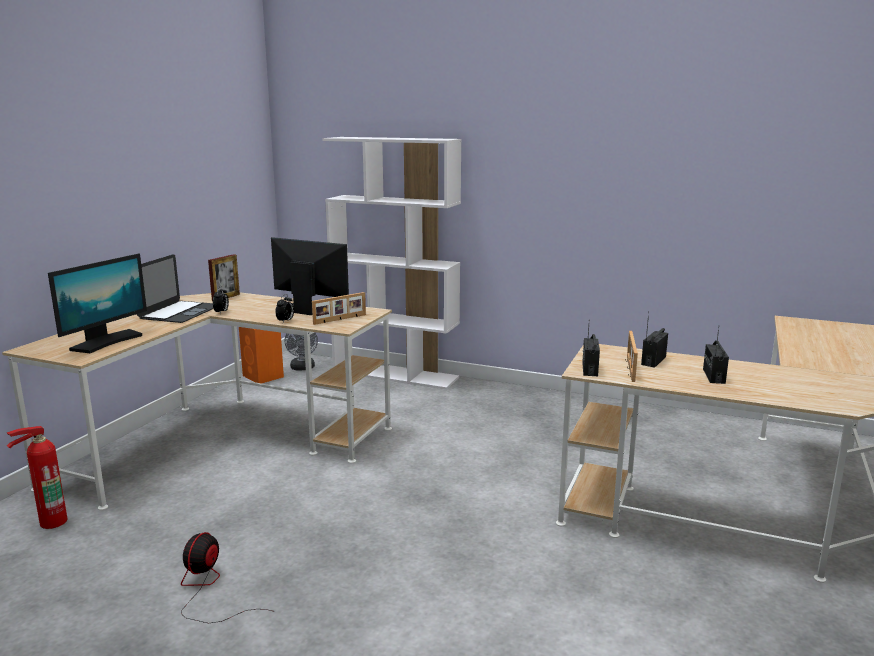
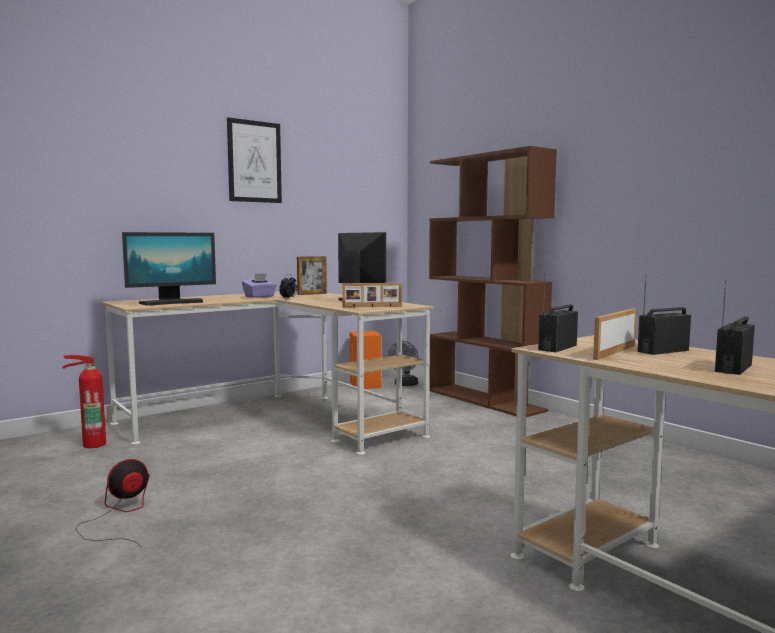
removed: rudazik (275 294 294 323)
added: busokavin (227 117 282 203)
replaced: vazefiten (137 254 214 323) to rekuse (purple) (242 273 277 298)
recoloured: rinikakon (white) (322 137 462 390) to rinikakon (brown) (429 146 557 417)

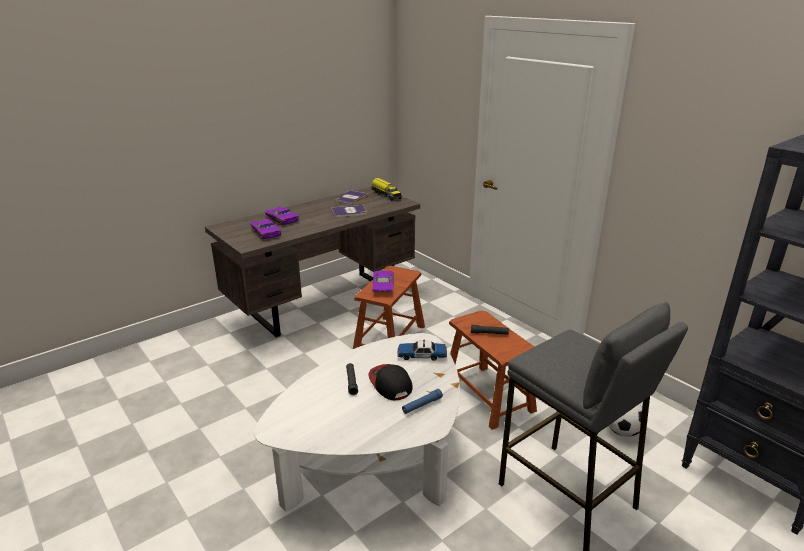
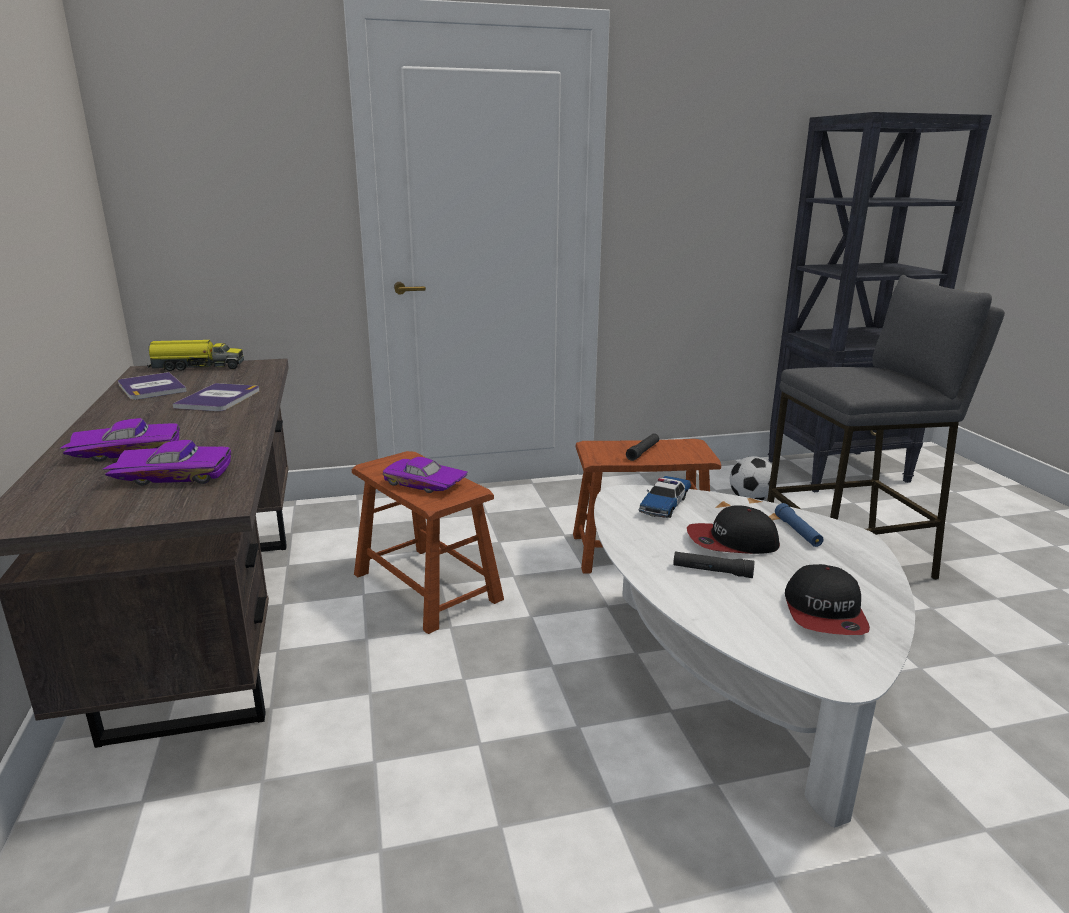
added: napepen (785 564 870 635)

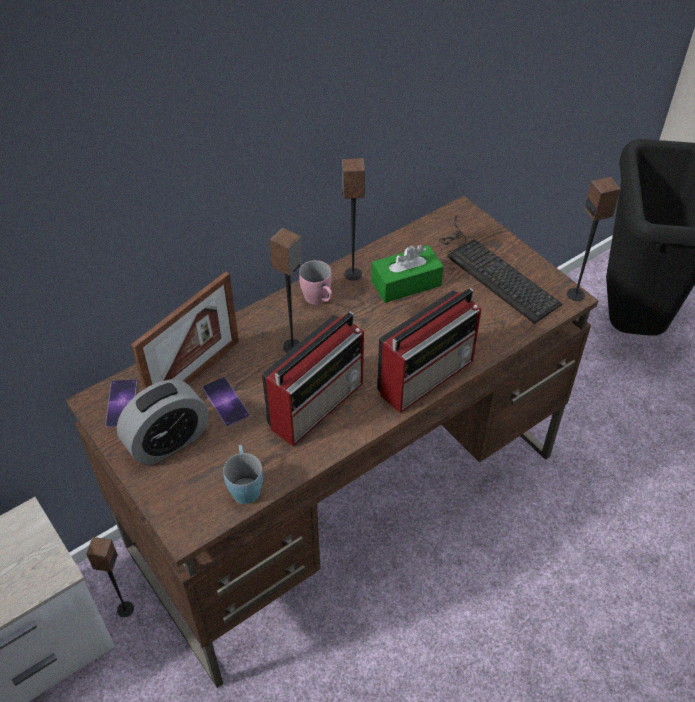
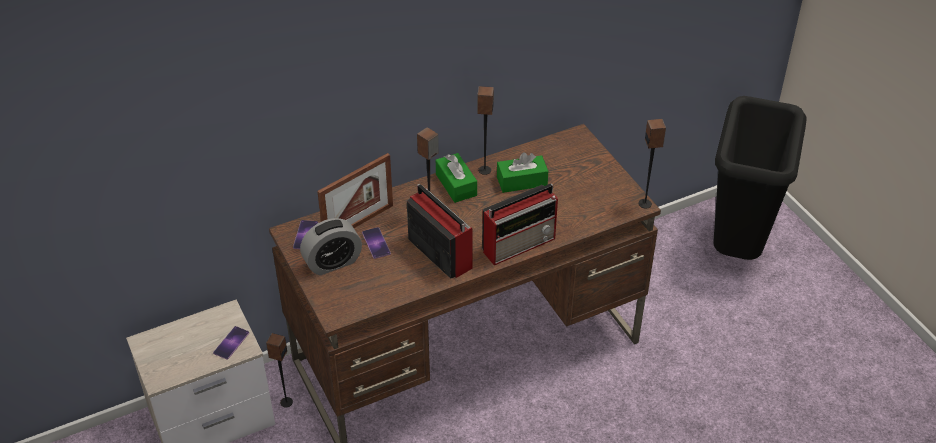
removed: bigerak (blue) (223 445 263 504); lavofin (439 215 562 324)
added: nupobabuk (213 326 249 359)
replaced: bigerak (pink) (299 260 332 305) to rekuse (green) (436 153 477 203)
turned: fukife (262 312 364 446) = (407 184 473 279) 90 degrees counterclockwise

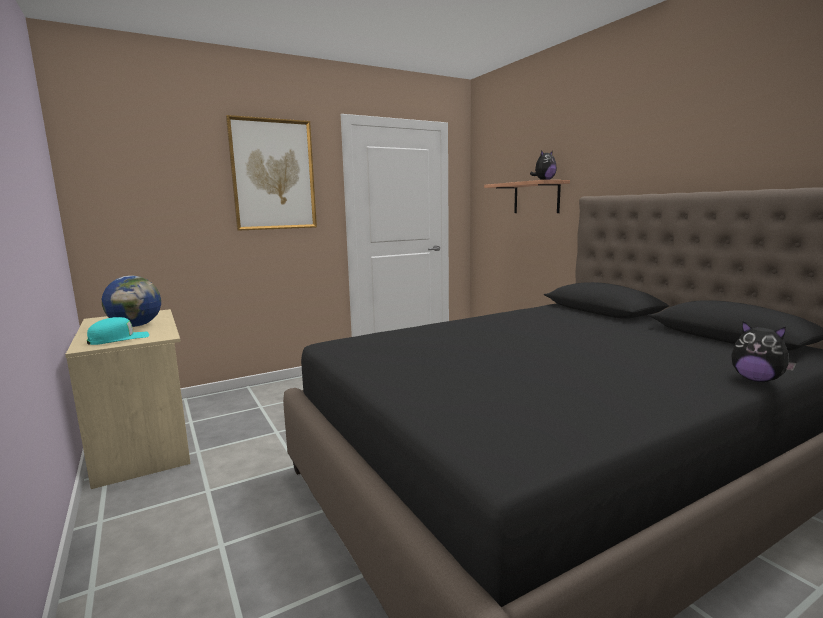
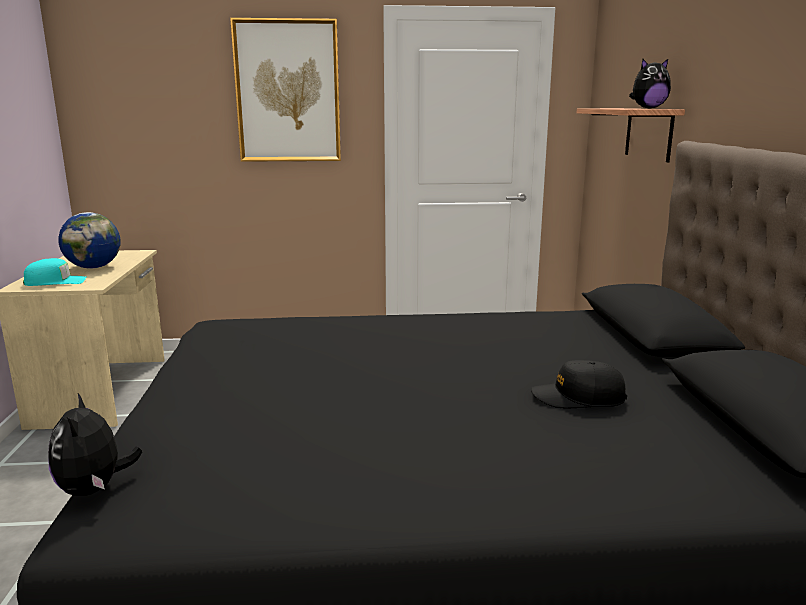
added: napepen (black) (531 360 627 409)
moved: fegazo (731 321 796 382) to (48 394 142 496)

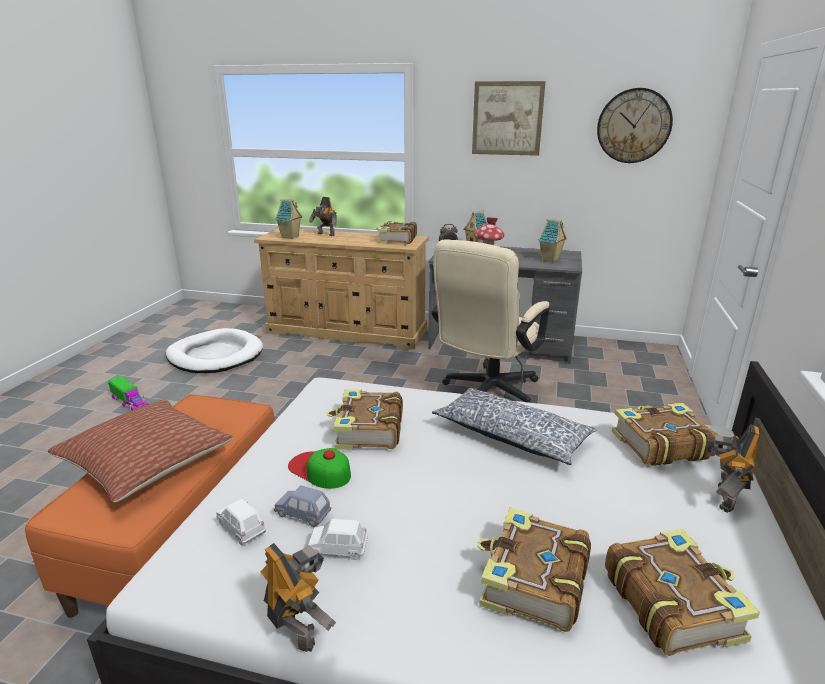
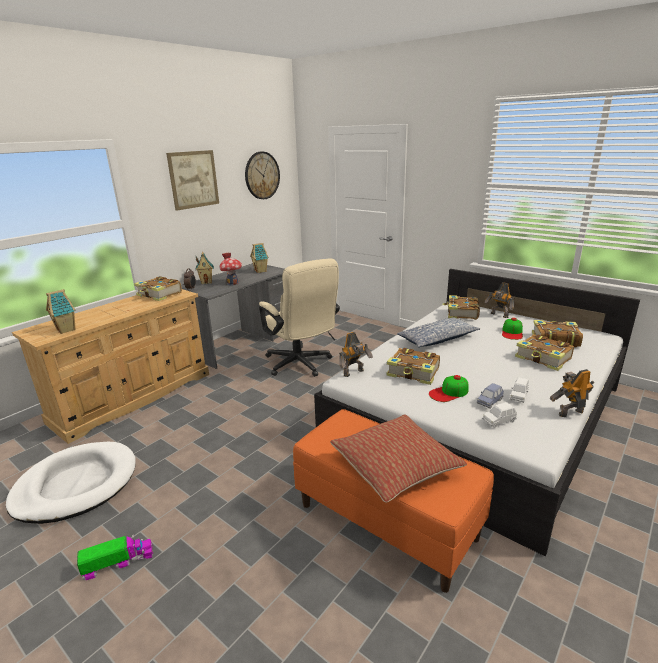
added: napepen (502 318 523 340)
moved: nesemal (309 197 337 236) to (339 332 373 377)

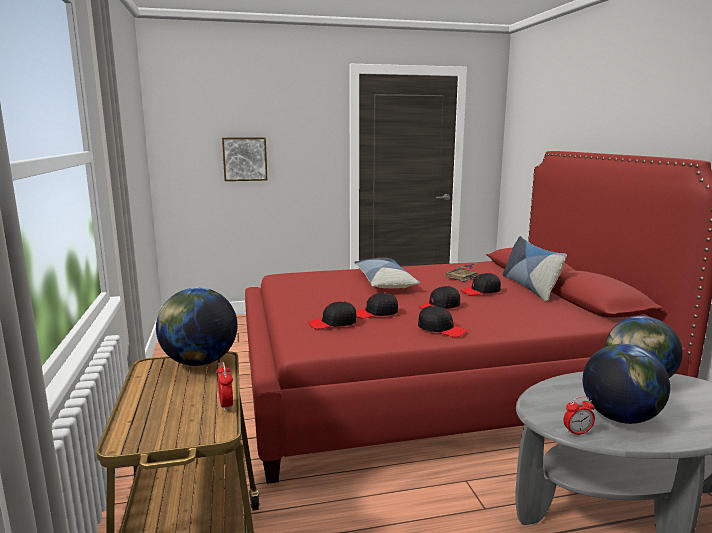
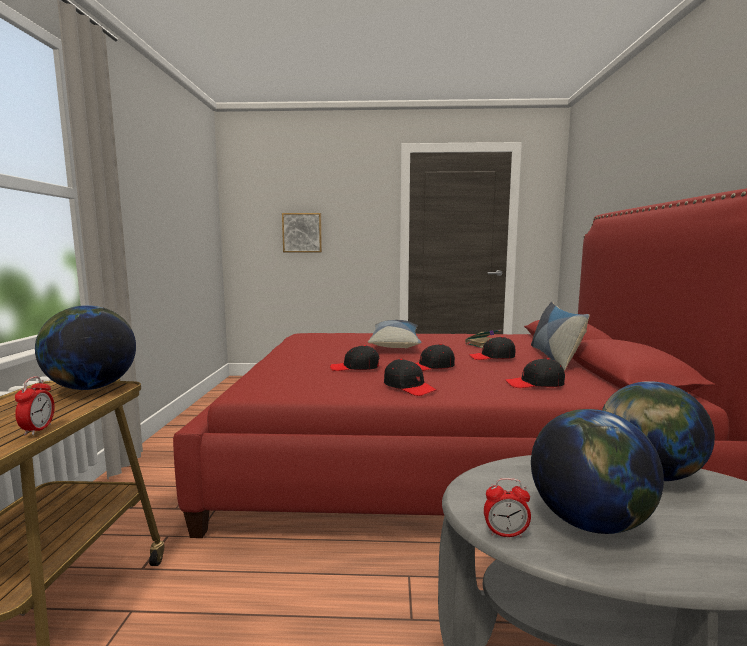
moved: napepen (black) (308 301 356 329) to (505 358 565 388)

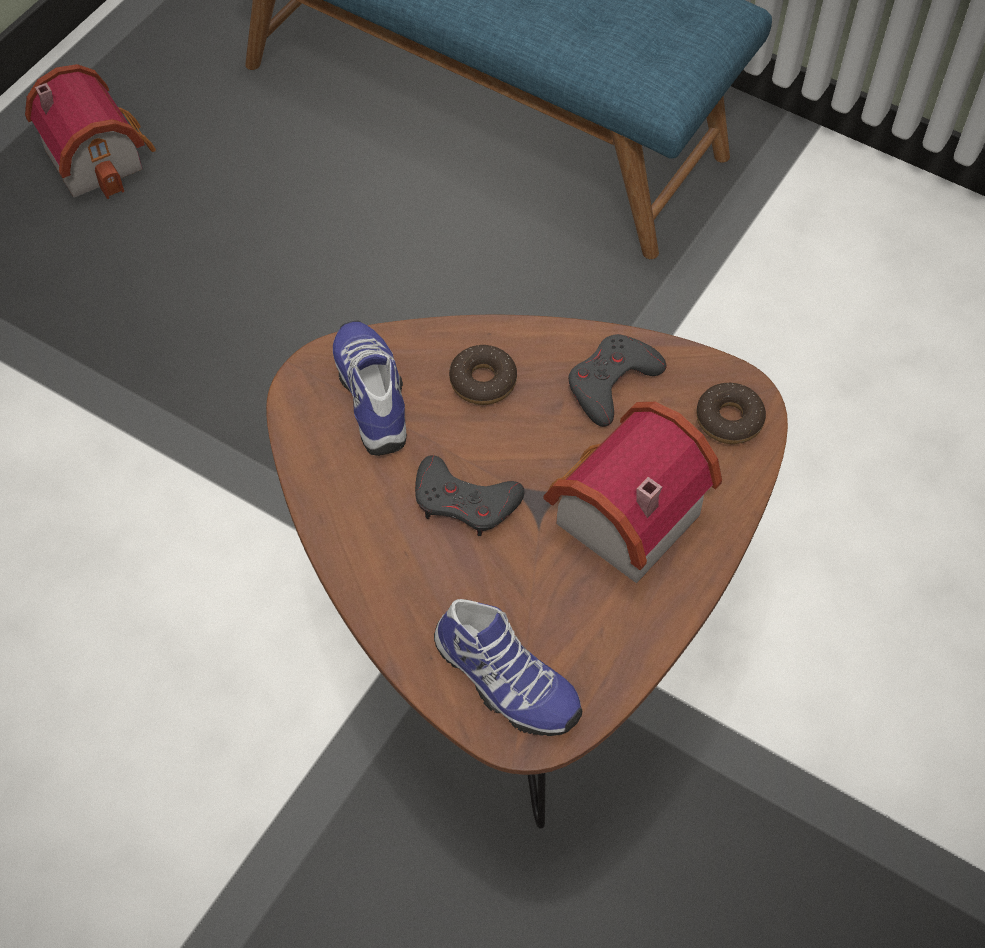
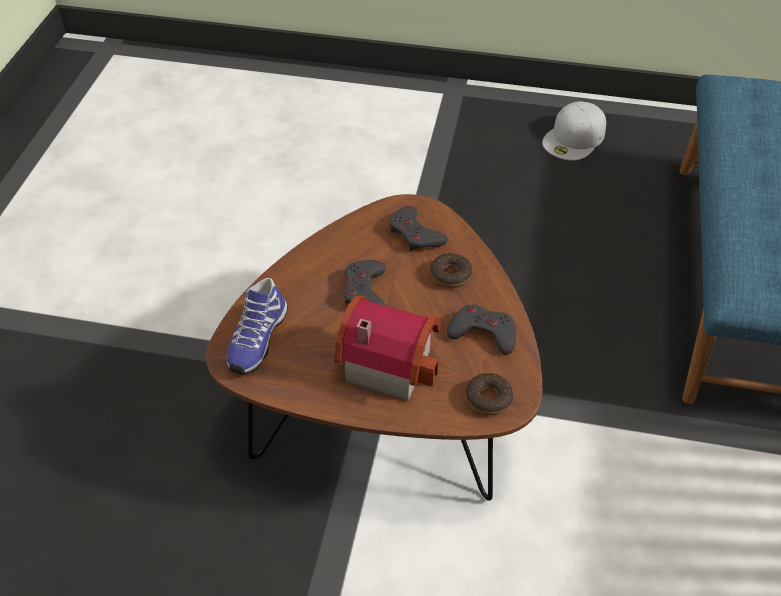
replaced: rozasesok (25 64 156 199) to napepen (white) (542 101 606 161); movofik (333 320 407 456) to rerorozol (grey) (389 206 448 251)

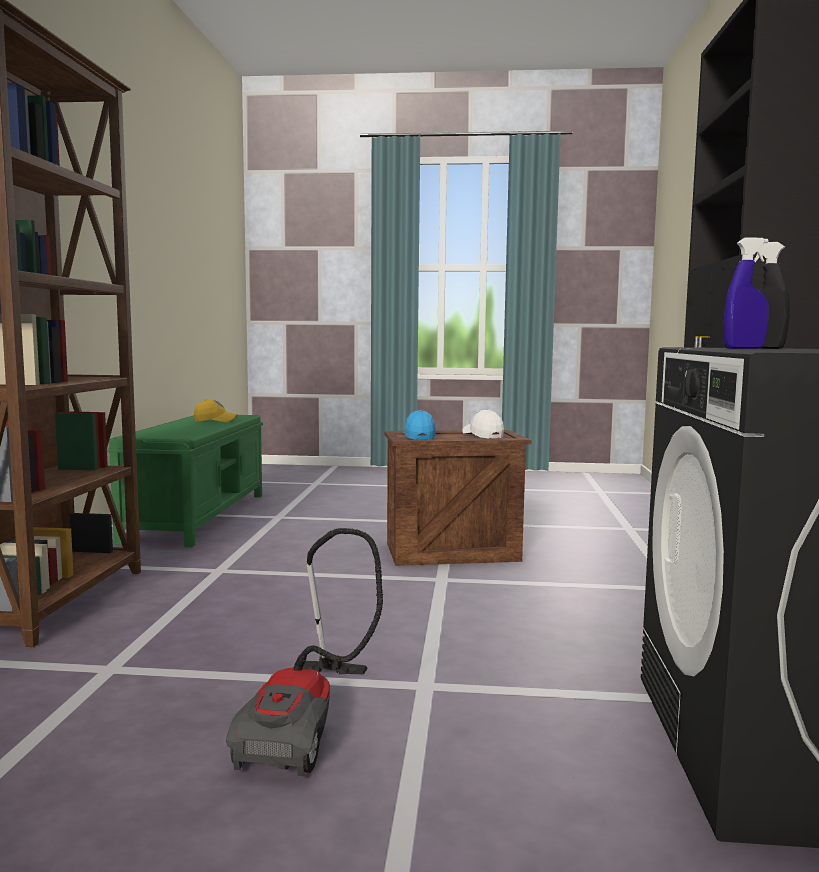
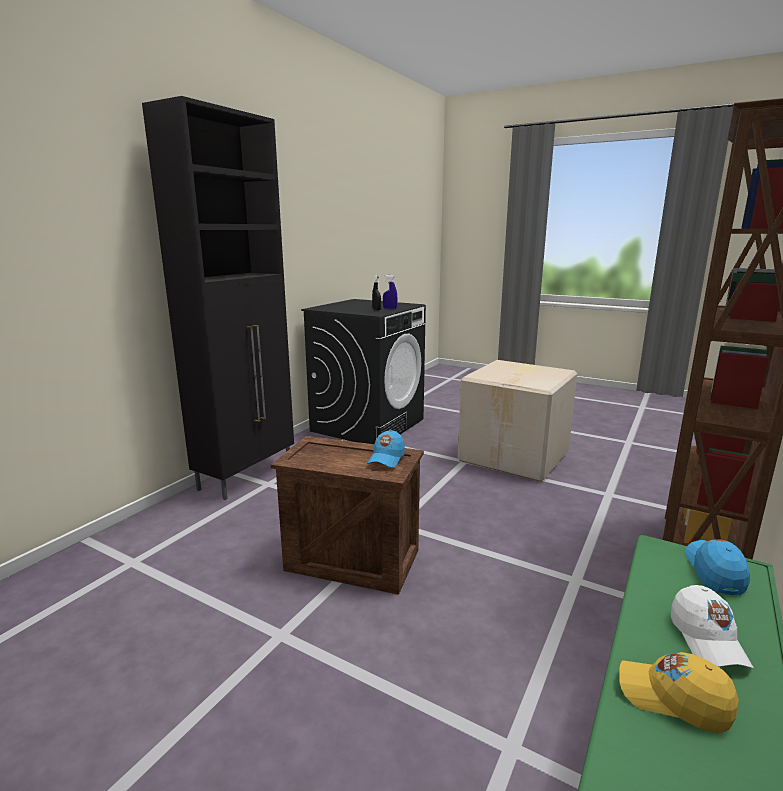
added: napepen (blue) (685 539 750 595)
moved: napepen (white) (462 410 504 439) to (671 585 753 668)
replaced: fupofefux (226 528 383 776) to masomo (458 360 577 482)

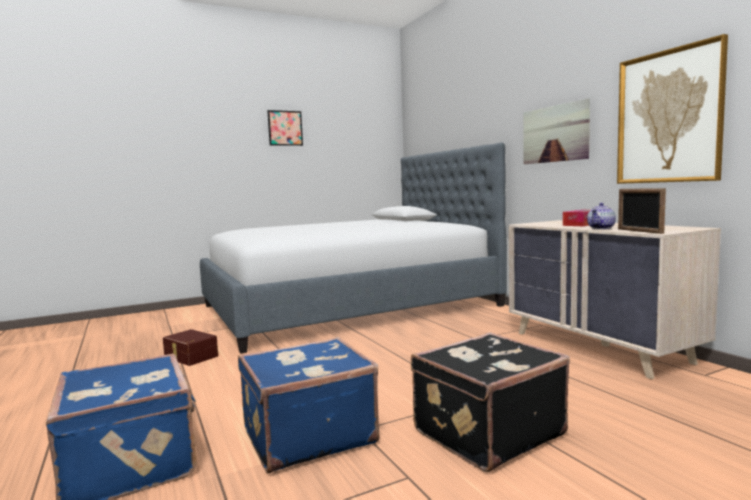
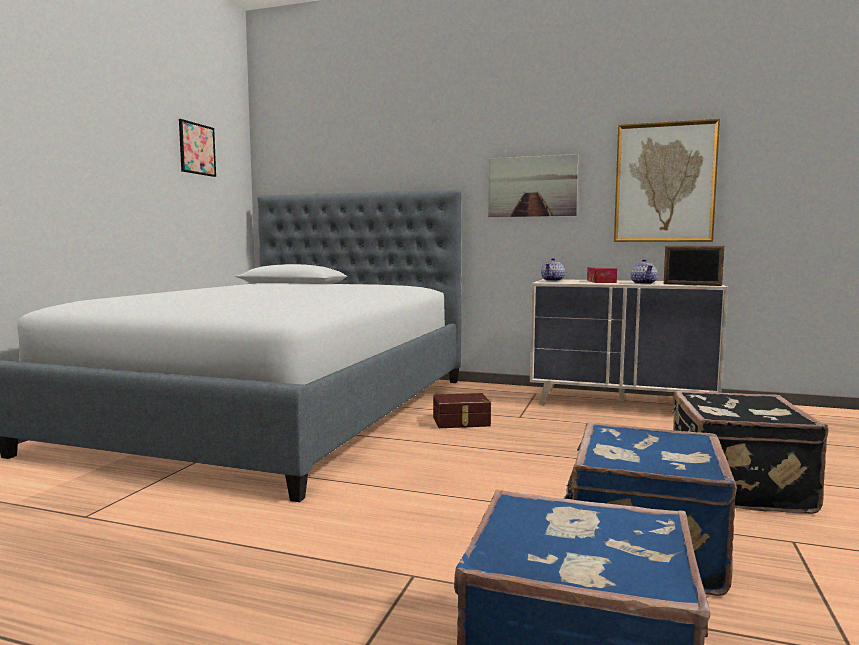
added: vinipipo (541 258 565 281)
moved: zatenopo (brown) (163 329 218 366) to (433 393 491 428); busokavin (267 110 303 146) to (179 119 216 177)

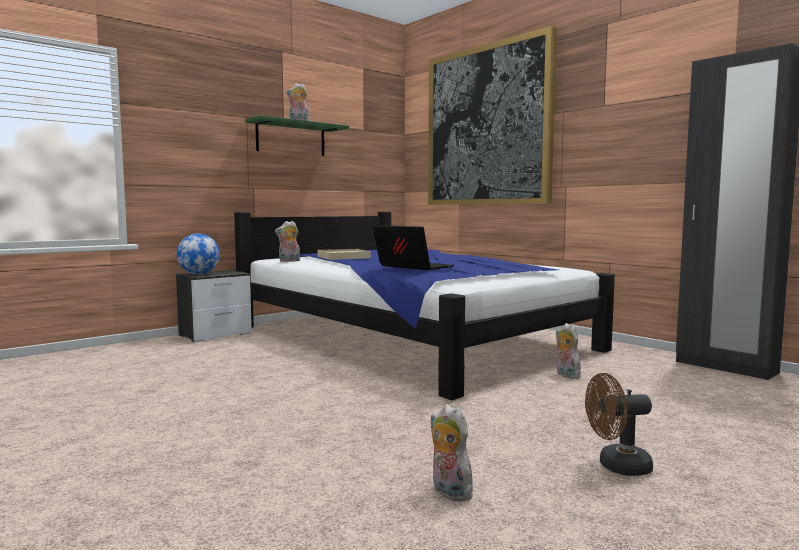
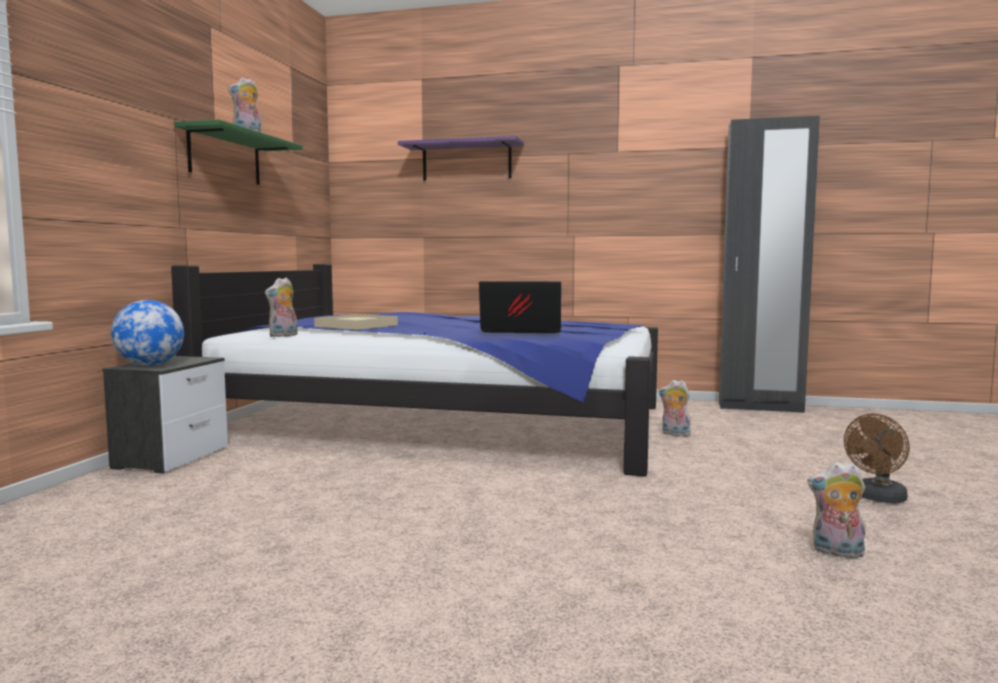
replaced: busokavin (428 26 557 205) to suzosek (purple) (398 136 524 181)

